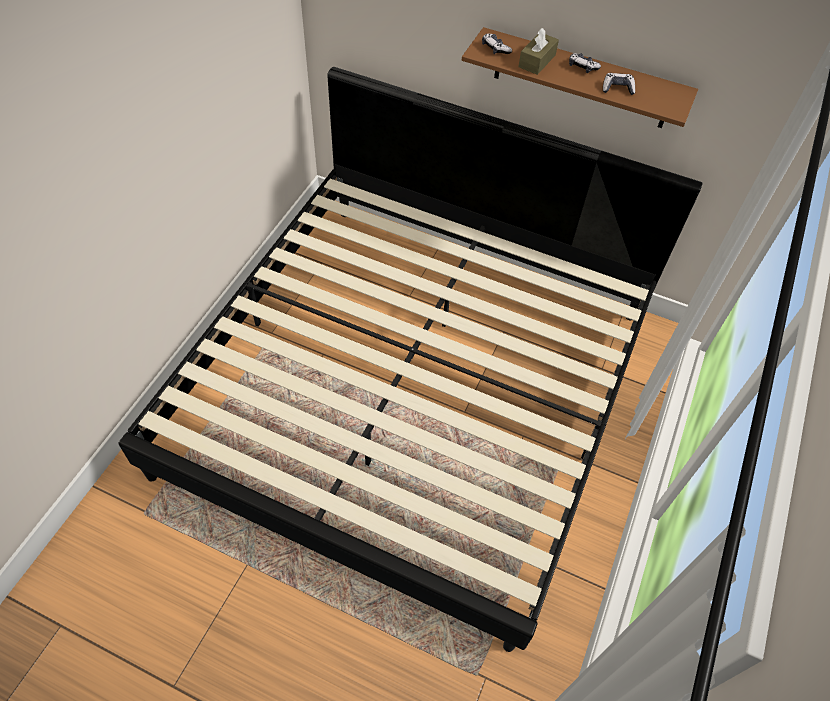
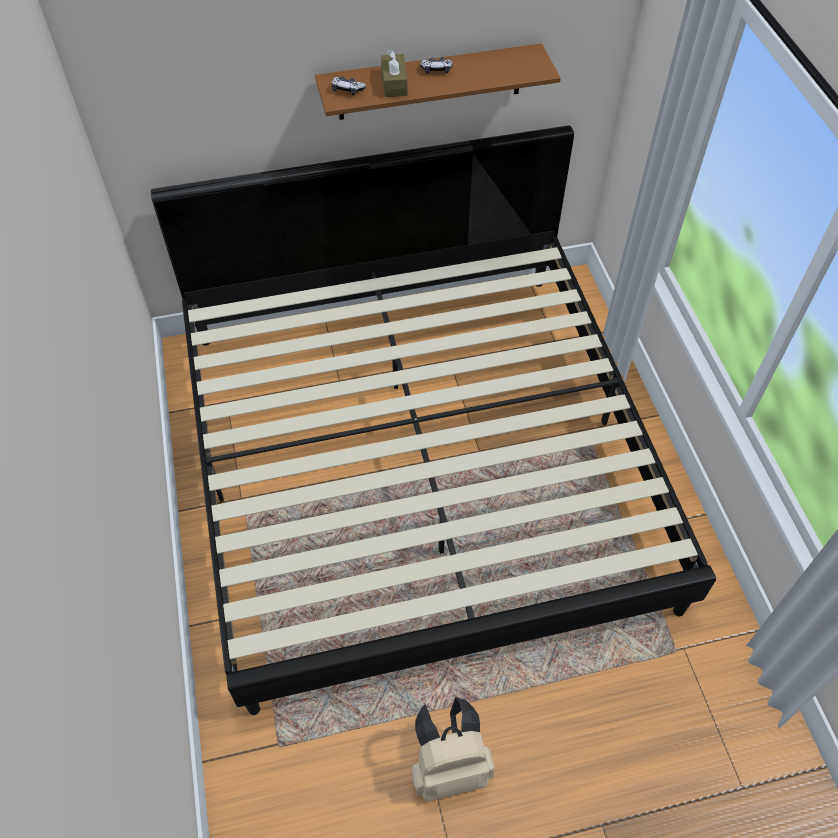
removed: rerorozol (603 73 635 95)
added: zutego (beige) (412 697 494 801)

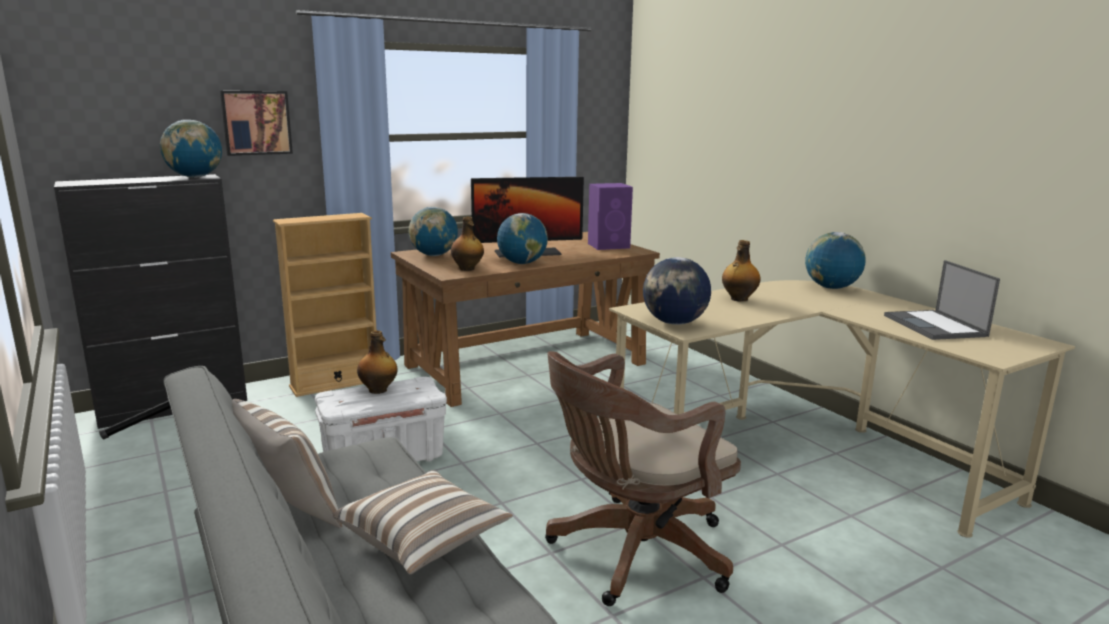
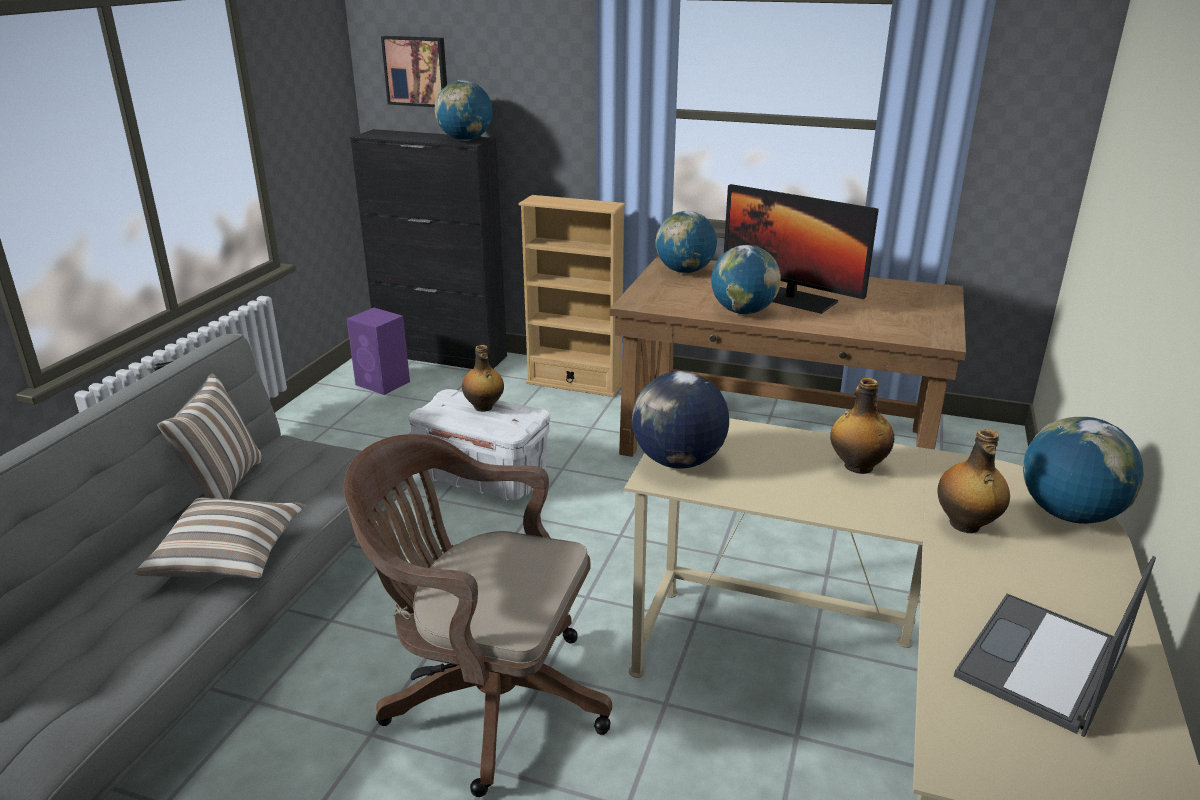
moved: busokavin (220 91 293 156) to (381 36 447 107); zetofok (451 217 484 271) to (938 429 1010 533); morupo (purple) (588 183 633 250) to (347 308 410 395)

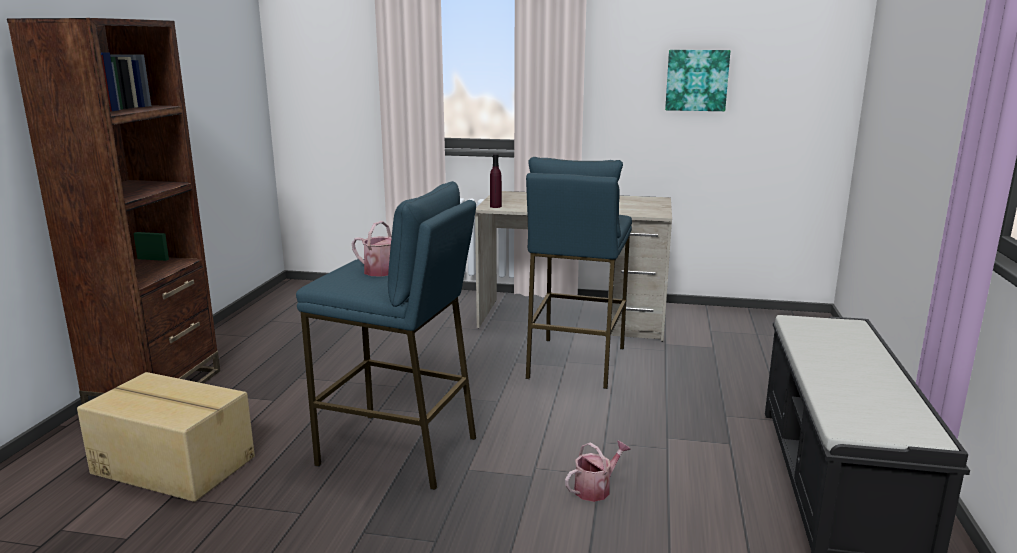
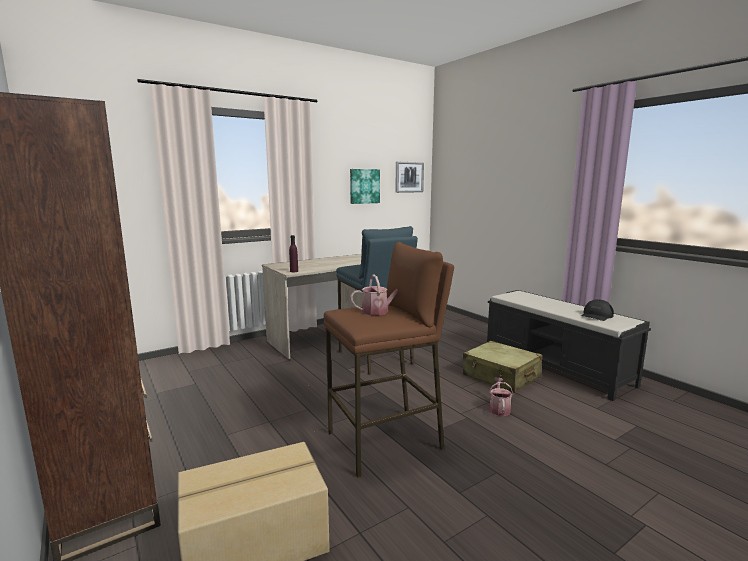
added: busokavin (395 162 424 193); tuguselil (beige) (463 341 542 393); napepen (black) (581 299 614 321)
recoloured: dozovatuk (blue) (296 181 476 490) to dozovatuk (brown) (323 242 454 478)

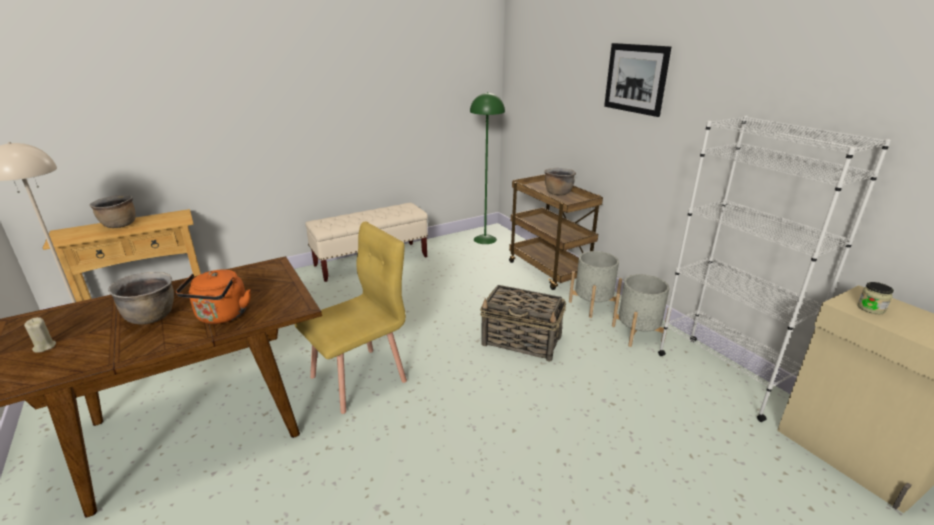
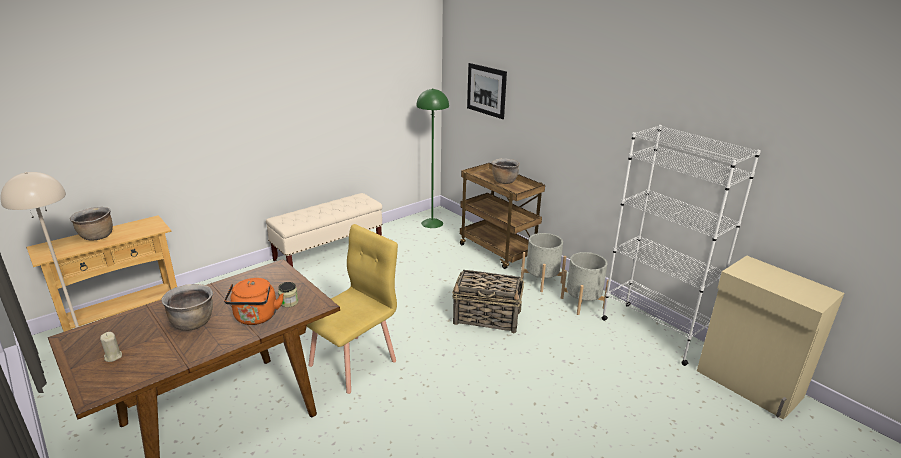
moved: busokavin (604 43 671 117) to (467 63 507 119); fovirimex (857 282 894 314) to (278 282 298 307)

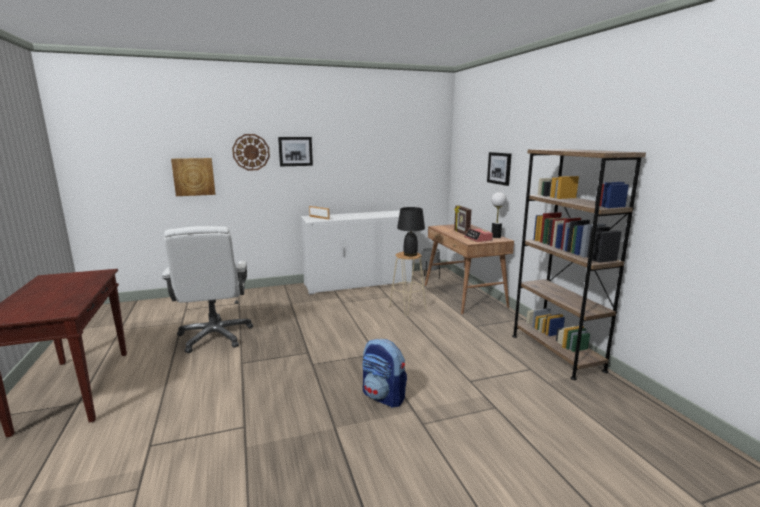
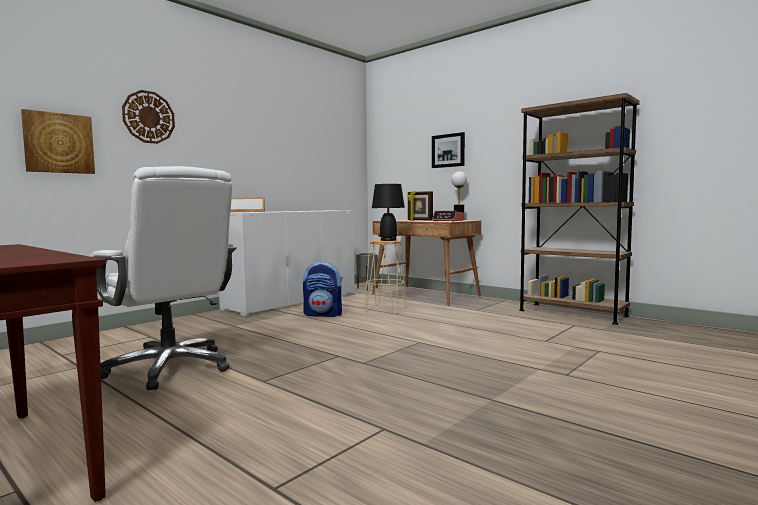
removed: busokavin (278 137 313 166)
moved: zutego (362 339 407 408) to (303 262 343 317)

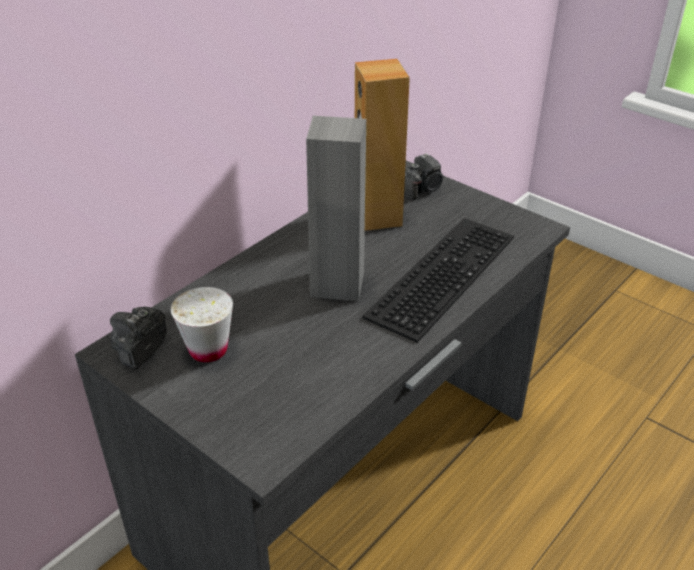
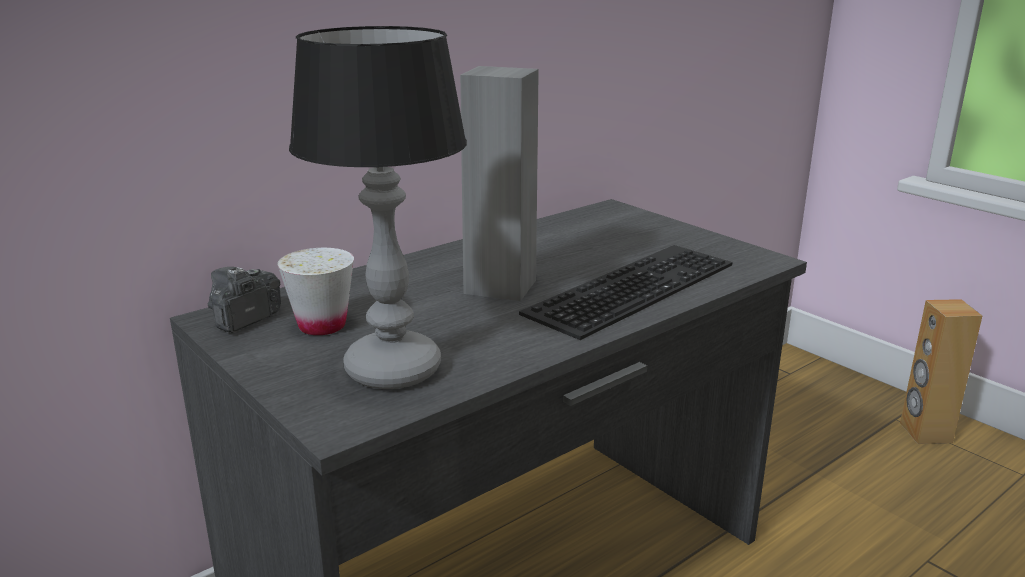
removed: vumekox (404 153 444 200)
added: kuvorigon (289 26 467 389)
moved: morupo (brown) (355 59 410 231) to (900 299 982 444)

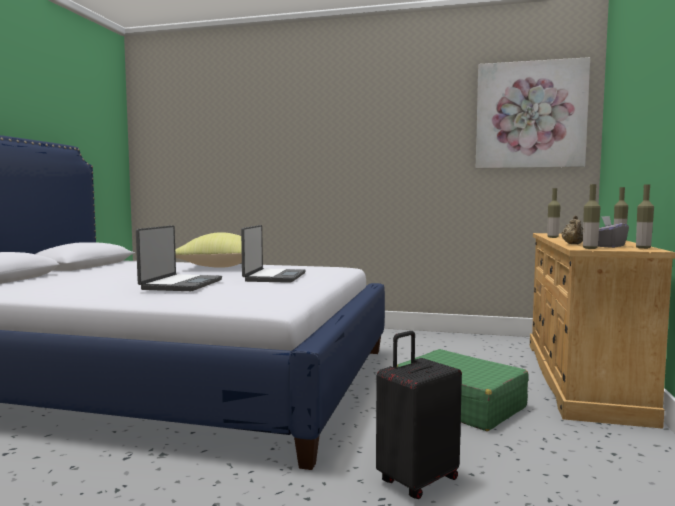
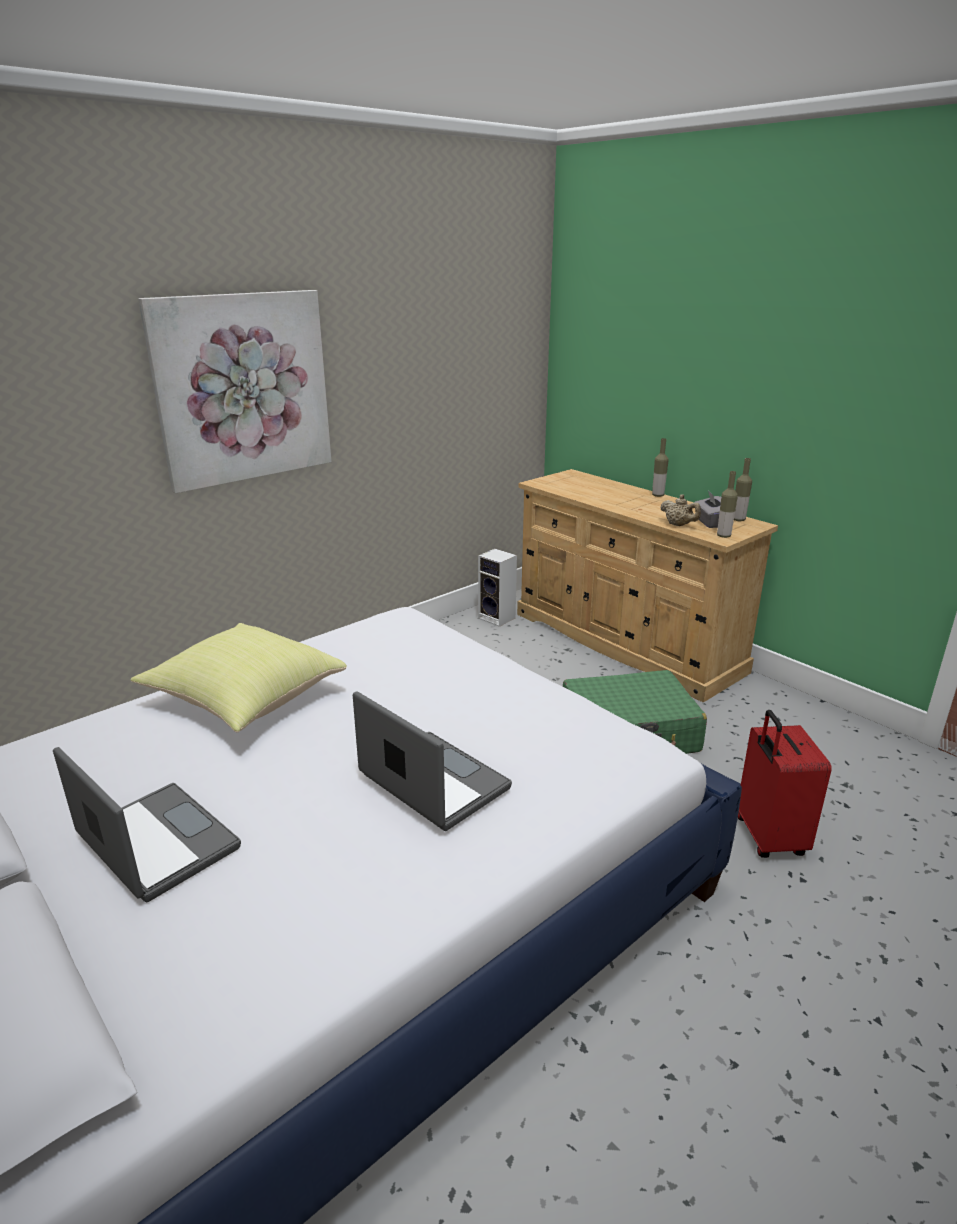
removed: zetofok (547 188 560 238)
added: morupo (478 549 517 627)
moved: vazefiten (241 225 306 283) to (53 747 241 902); busokavin (476 57 590 169) to (138 290 332 493)
recoloured: tuguselil (black) (376 331 462 499) to tuguselil (red) (738 710 832 858)

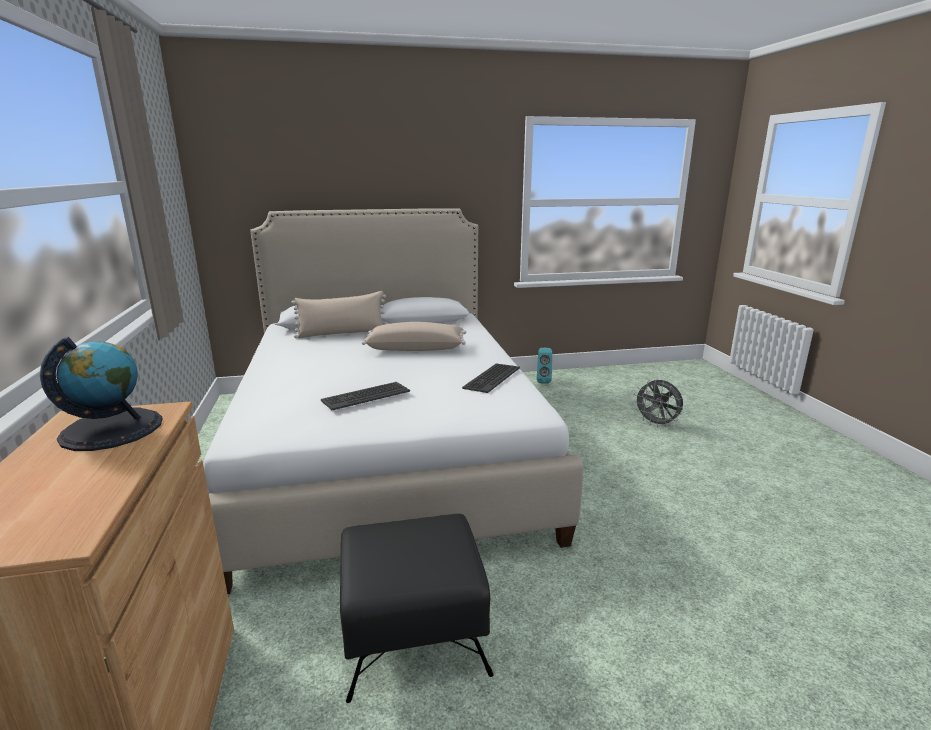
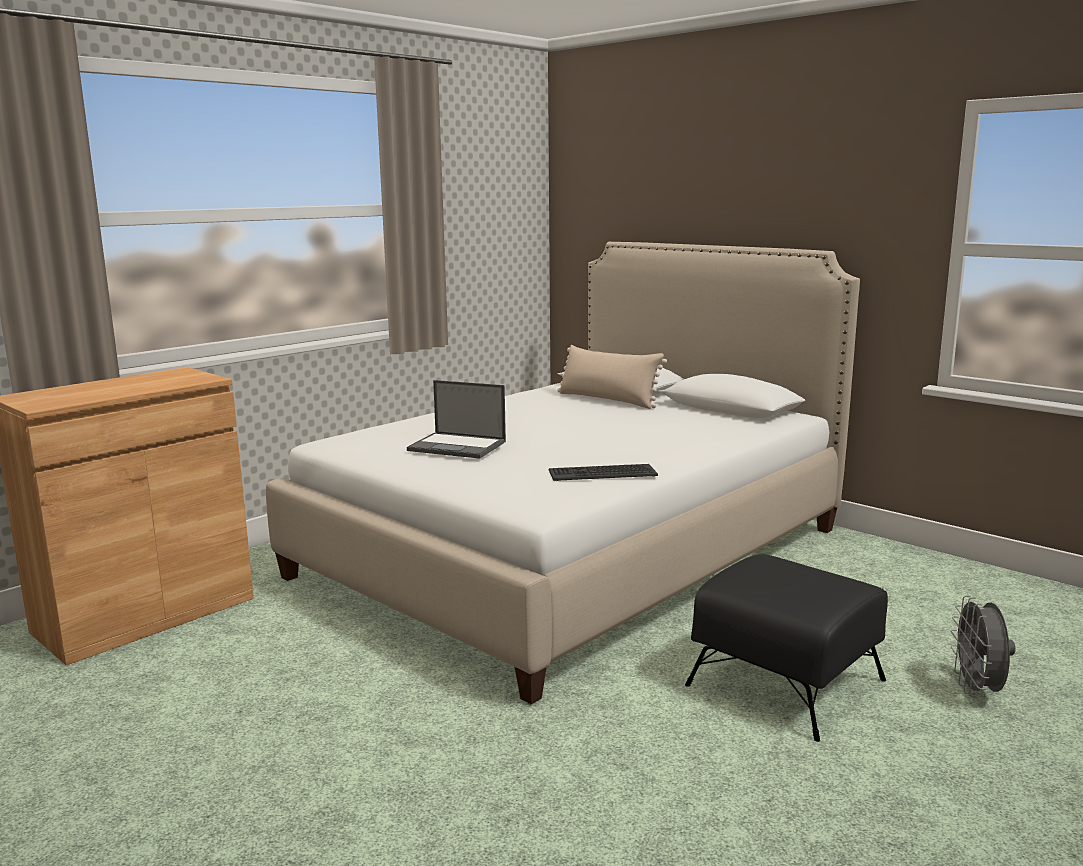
removed: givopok (40 337 163 451); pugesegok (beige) (362 322 466 351); morupo (turquoise) (537 348 552 384)
moved: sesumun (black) (340 514 494 703) to (685 554 888 742)
replaced: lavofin (321 382 410 410) to vazefiten (407 380 506 459)

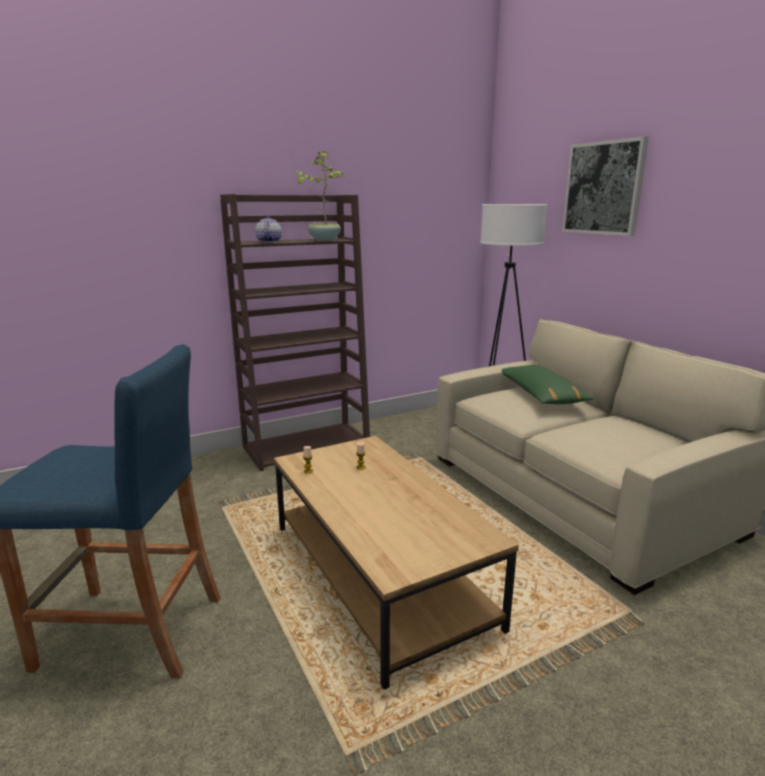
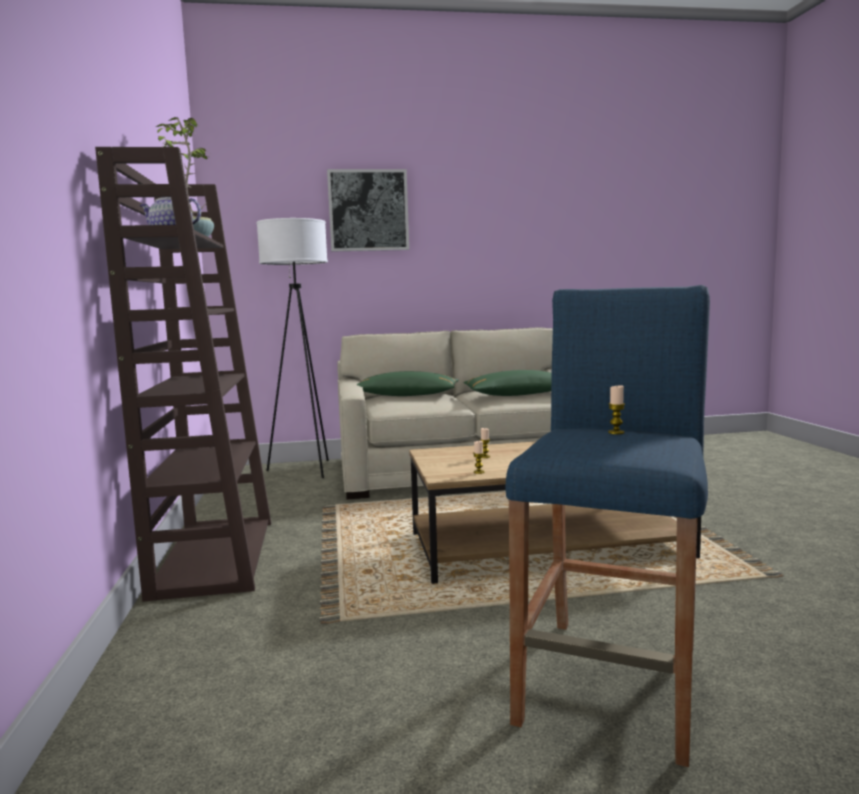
added: pugesegok (green) (464 370 552 396); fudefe (608 385 625 434)

